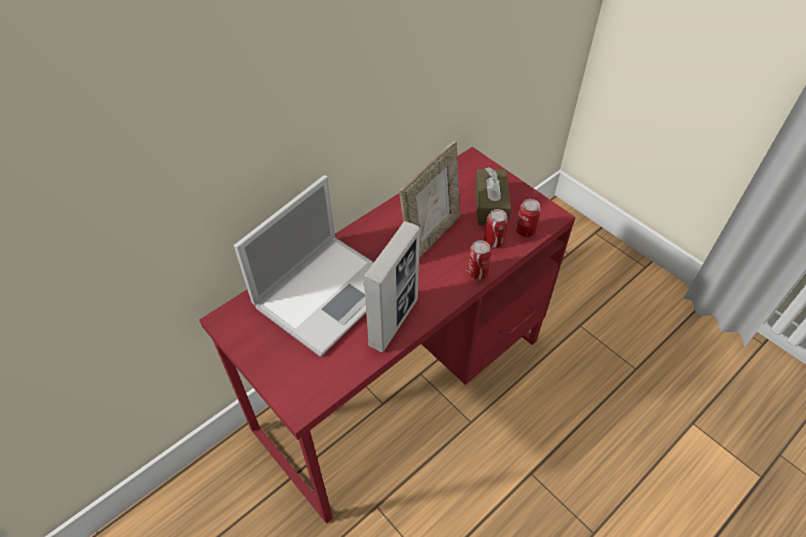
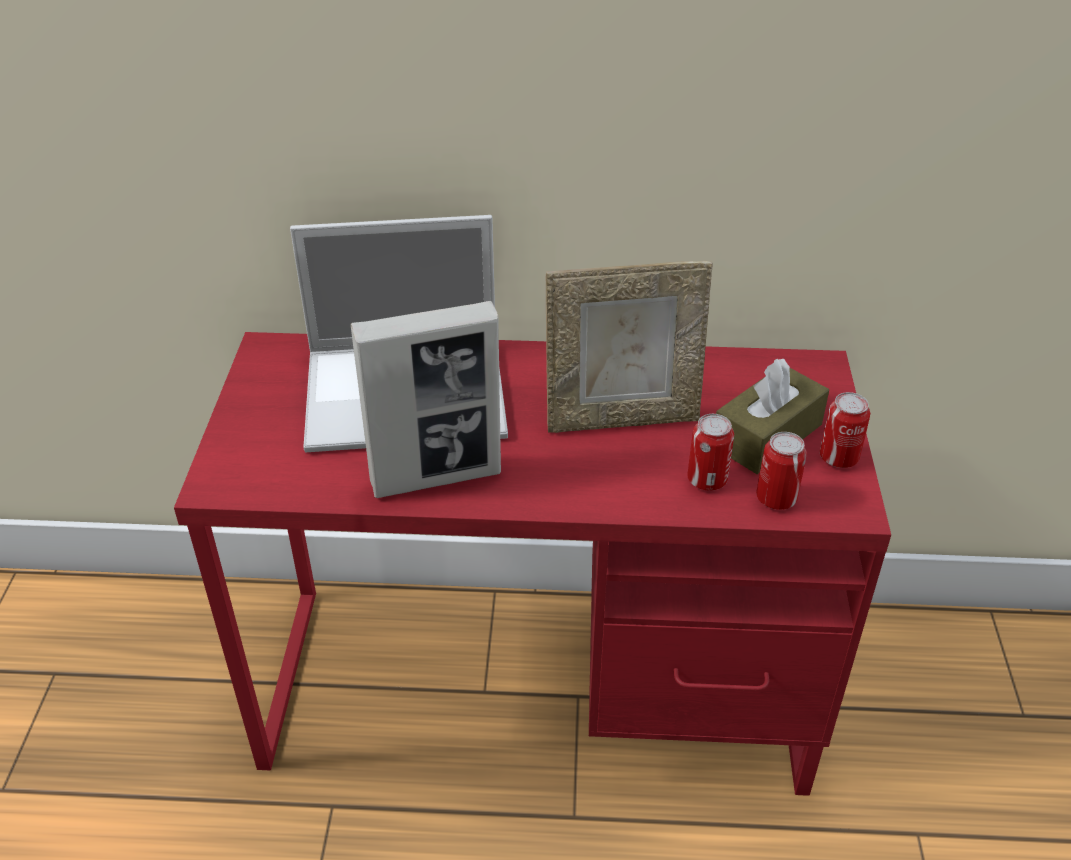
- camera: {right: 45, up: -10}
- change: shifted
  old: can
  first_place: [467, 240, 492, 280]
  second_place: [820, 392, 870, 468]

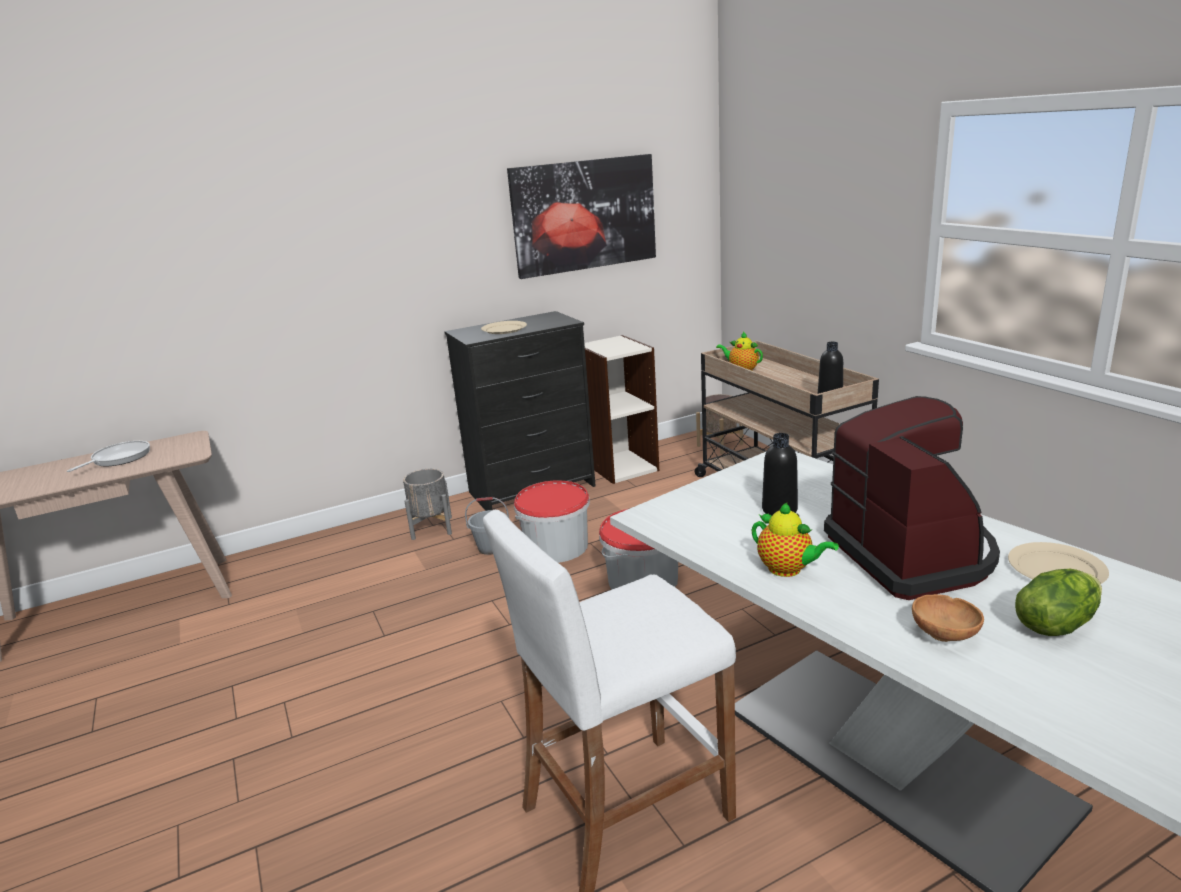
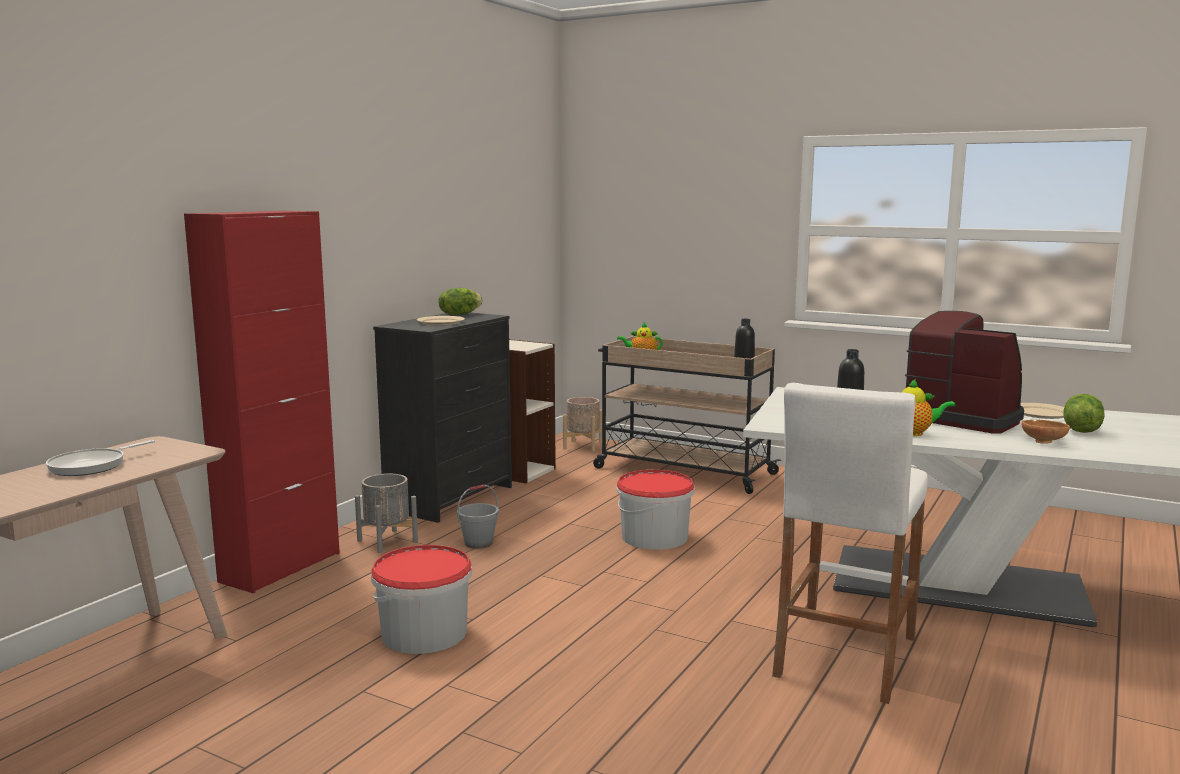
- camera: {right: -35, up: -10}
- change: gone
  old: picture
  first_place: [507, 154, 656, 279]
- change: rotated
  old: frying pan
  first_place: [67, 441, 150, 472]
  second_place: [46, 440, 155, 476]
  degrees: -135
- change: shifted
  old: bucket
  first_place: [514, 480, 590, 563]
  second_place: [371, 545, 472, 654]
- change: new
  new: red cabinet
  second_place: [184, 211, 340, 593]
- change: new
  new: lettuce
  second_place: [439, 288, 483, 315]

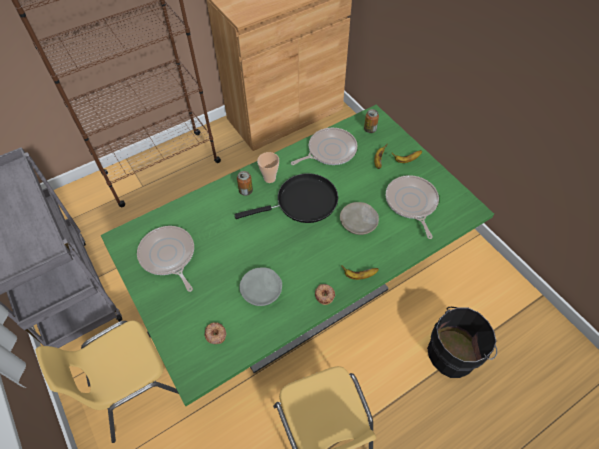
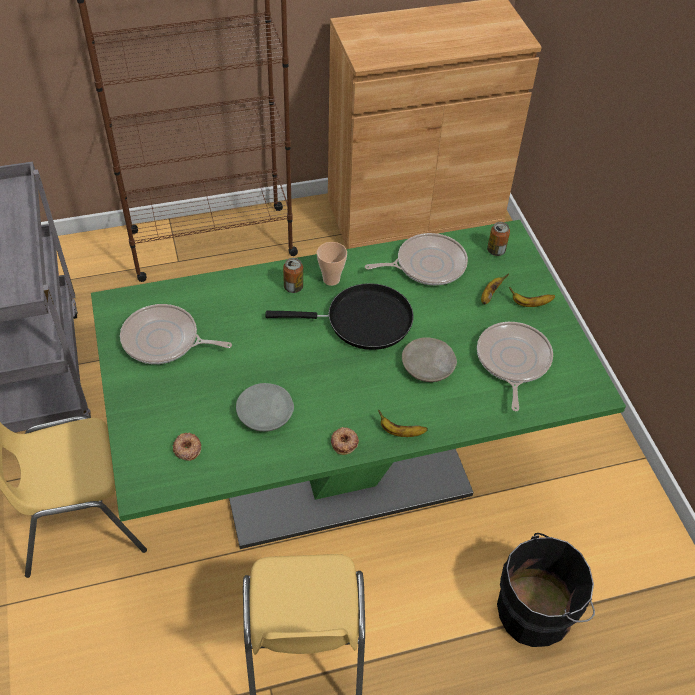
- camera: {right: 15, up: -5}
- change: rotated
  old: frying pan
  first_place: [137, 226, 194, 292]
  second_place: [120, 304, 232, 364]
  degrees: -60

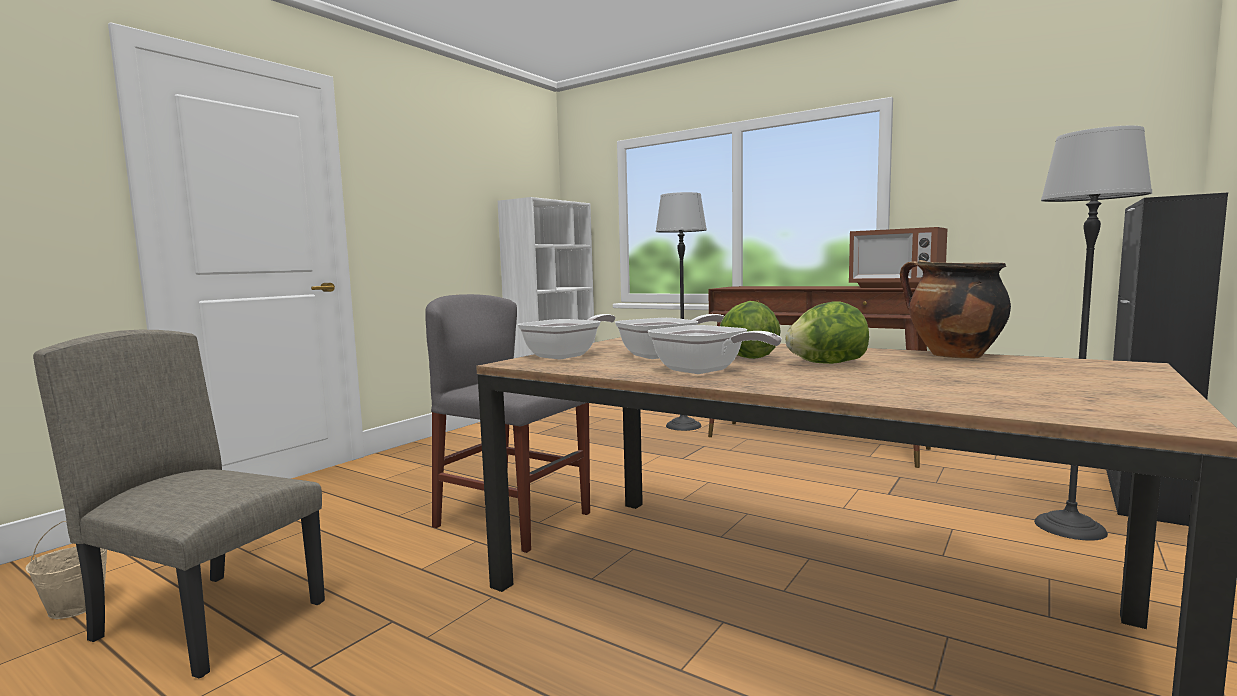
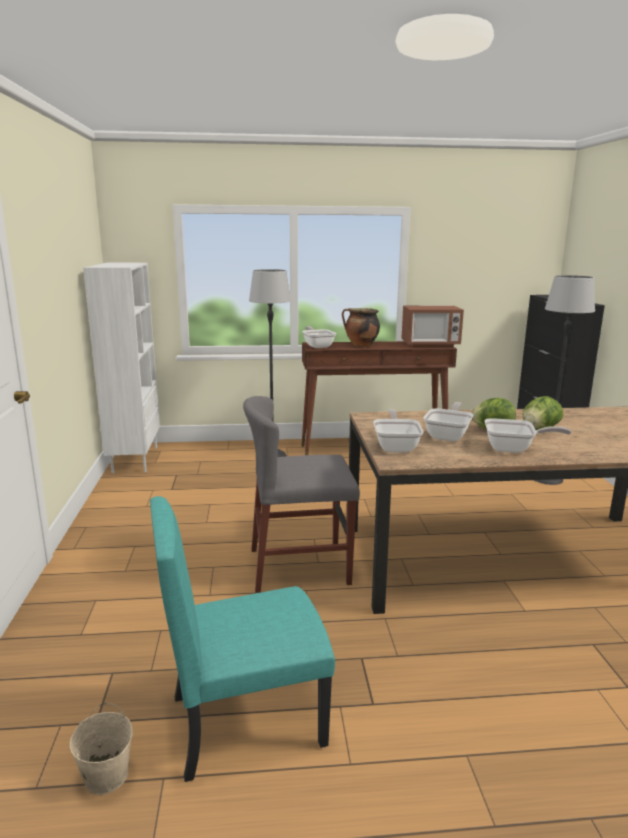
- camera: {right: -40, up: 10}
- change: shifted
  old: cooking pot
  first_place: [900, 260, 1011, 358]
  second_place: [342, 308, 380, 347]
- change: repainted
  old: beige chair
  new: turquoise chair
  first_place: [33, 330, 325, 678]
  second_place: [150, 496, 335, 782]
- change: new
  new: frying pan
  second_place: [302, 326, 336, 348]

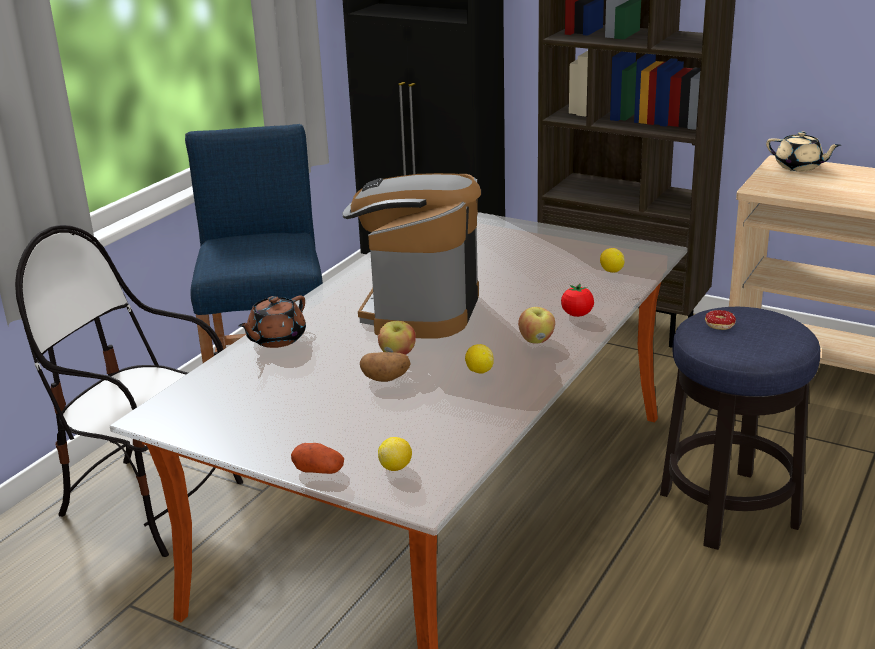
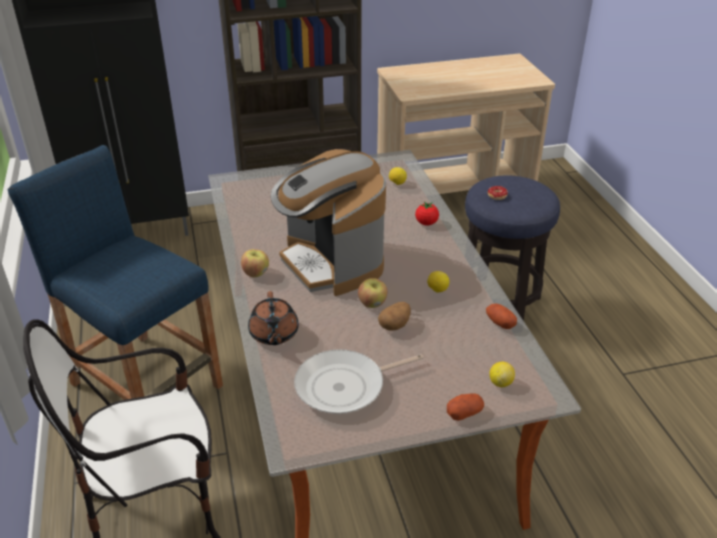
- camera: {right: -45, up: 10}
- change: gone
  old: beige teapot
  first_place: [766, 131, 841, 171]
- change: shifted
  old: apple
  first_place: [518, 307, 555, 344]
  second_place: [241, 249, 269, 277]
- change: new
  new: potato
  second_place: [486, 304, 517, 329]
- change: new
  new: frying pan
  second_place: [294, 349, 424, 414]

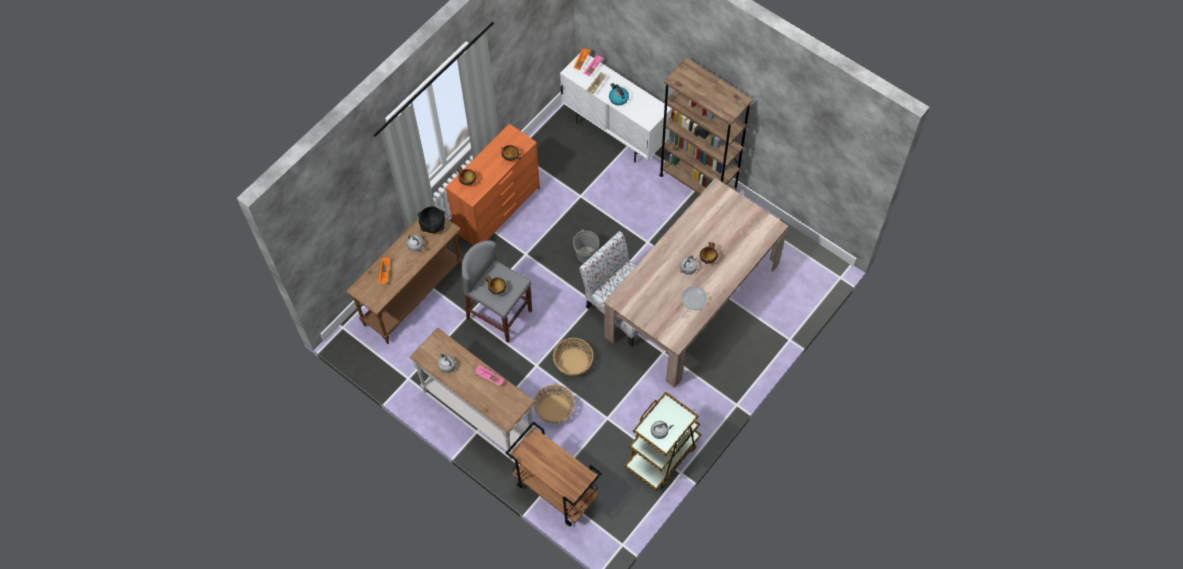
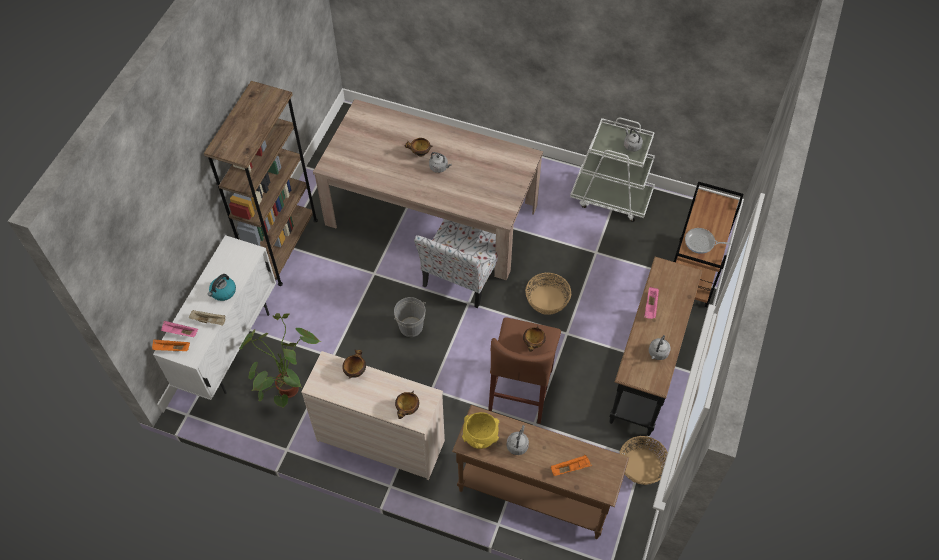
- camera: {right: -110, up: -5}
- change: repainted
  old: orange dresser
  new: beige dresser
  first_place: [445, 124, 540, 245]
  second_place: [301, 351, 445, 480]
- change: repainted
  old: black bowl
  new: yellow bowl
  first_place: [418, 206, 445, 233]
  second_place: [462, 412, 499, 449]
- change: repainted
  old: grey stool
  new: brown stool
  first_place: [461, 240, 532, 343]
  second_place: [488, 317, 561, 424]
- change: shifted
  old: frying pan
  first_place: [681, 286, 707, 318]
  second_place: [685, 228, 731, 254]
- change: repainted
  old: white console table
  new: black console table
  first_place: [409, 328, 536, 459]
  second_place: [609, 257, 703, 436]
- change: shifted
  old: basket
  first_place: [533, 384, 575, 424]
  second_place: [619, 436, 668, 485]
- change: repainted
  old: brown cart
  new: white cart
  first_place: [625, 392, 701, 490]
  second_place: [570, 118, 655, 222]
- change: new
  new: potted plant
  second_place: [239, 313, 321, 407]

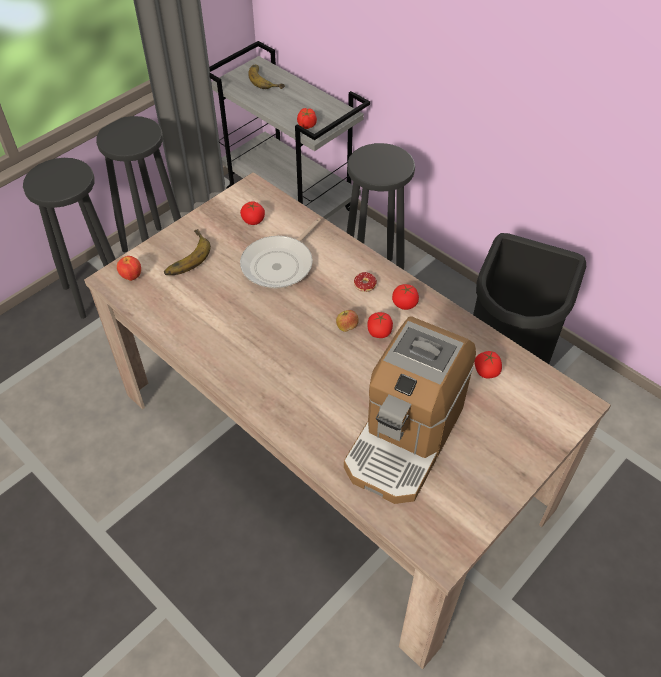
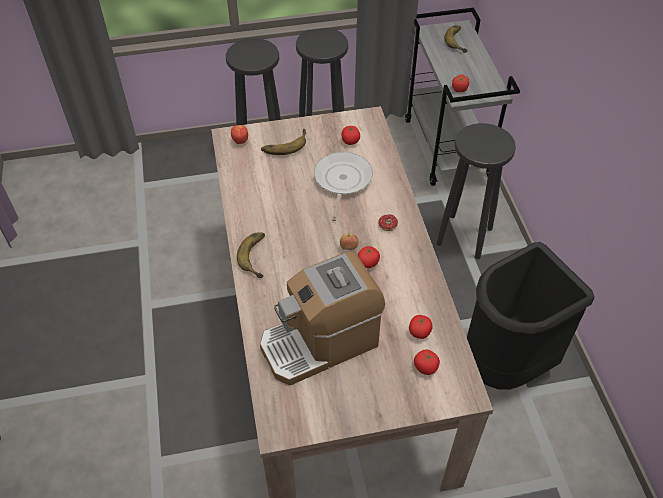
- camera: {right: 35, up: 0}
- change: rotated
  old: frying pan
  first_place: [240, 218, 321, 288]
  second_place: [314, 152, 373, 221]
  degrees: 120
- change: shifted
  old: tomato
  first_place: [392, 284, 419, 310]
  second_place: [414, 350, 440, 375]
- change: new
  new: banana
  second_place: [237, 232, 265, 278]

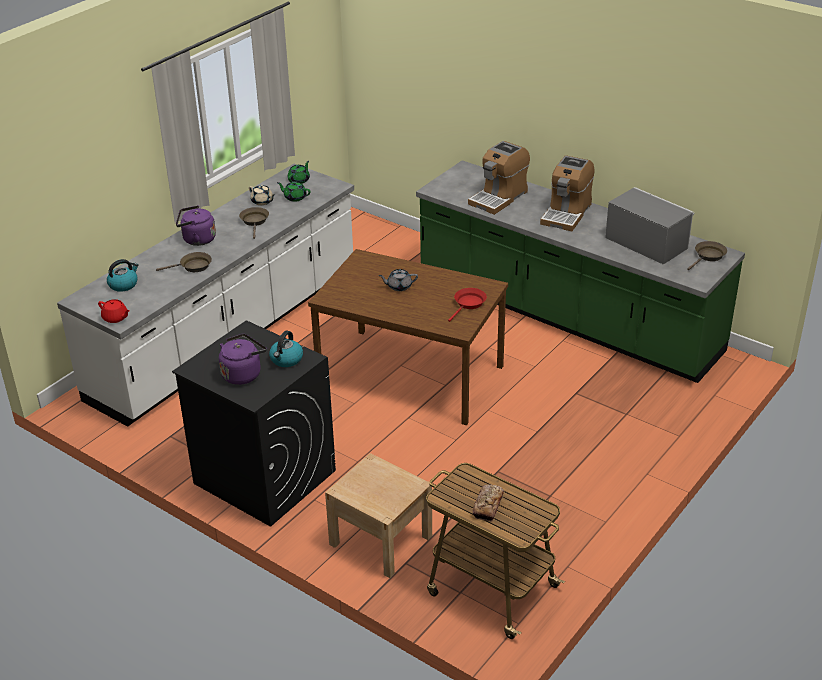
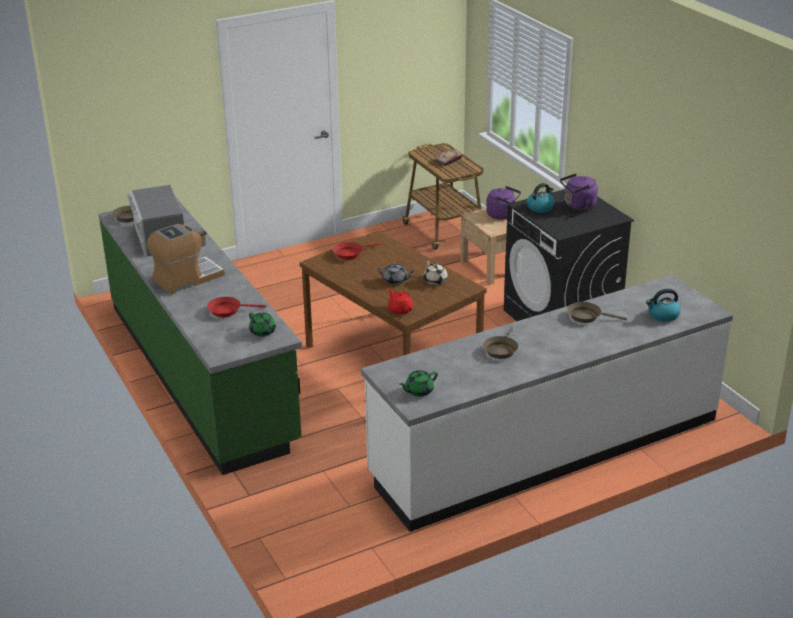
- camera: {right: -155, up: -5}
- change: swapped
  old: coffee machine
  new: red frying pan
  first_place: [468, 141, 530, 215]
  second_place: [207, 297, 266, 318]
- change: shifted
  old: green teapot
  first_place: [277, 182, 310, 202]
  second_place: [249, 313, 276, 337]
- change: shifted
  old: beige teapot
  first_place: [249, 185, 275, 205]
  second_place: [423, 259, 448, 285]
- change: shifted
  old: purple kettle
  first_place: [176, 206, 216, 246]
  second_place: [486, 186, 521, 220]
- change: shifted
  old: red teapot
  first_place: [98, 299, 130, 323]
  second_place: [388, 288, 413, 314]

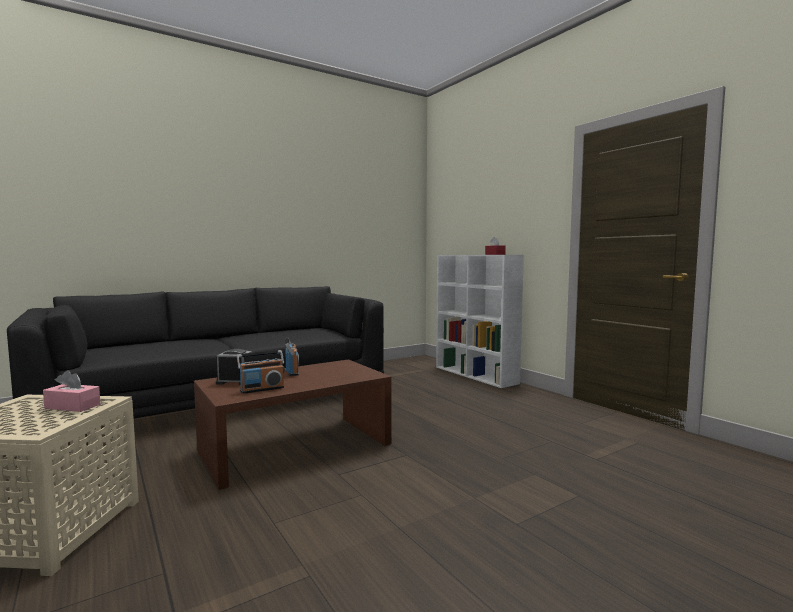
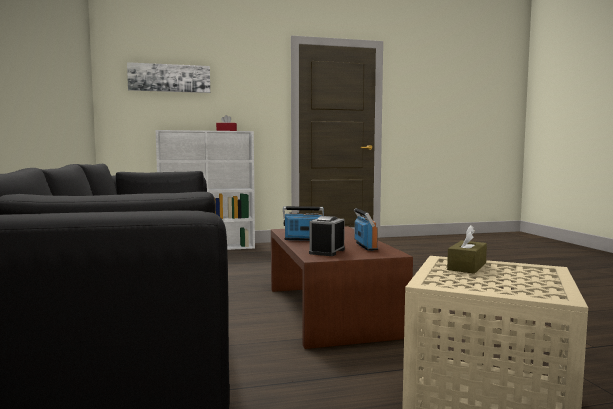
- camera: {right: -70, up: 0}
- change: repainted
  old: pink tissue box
  new: brown tissue box
  first_place: [43, 370, 100, 412]
  second_place: [447, 225, 487, 274]
- change: new
  new: picture
  second_place: [127, 62, 210, 93]

